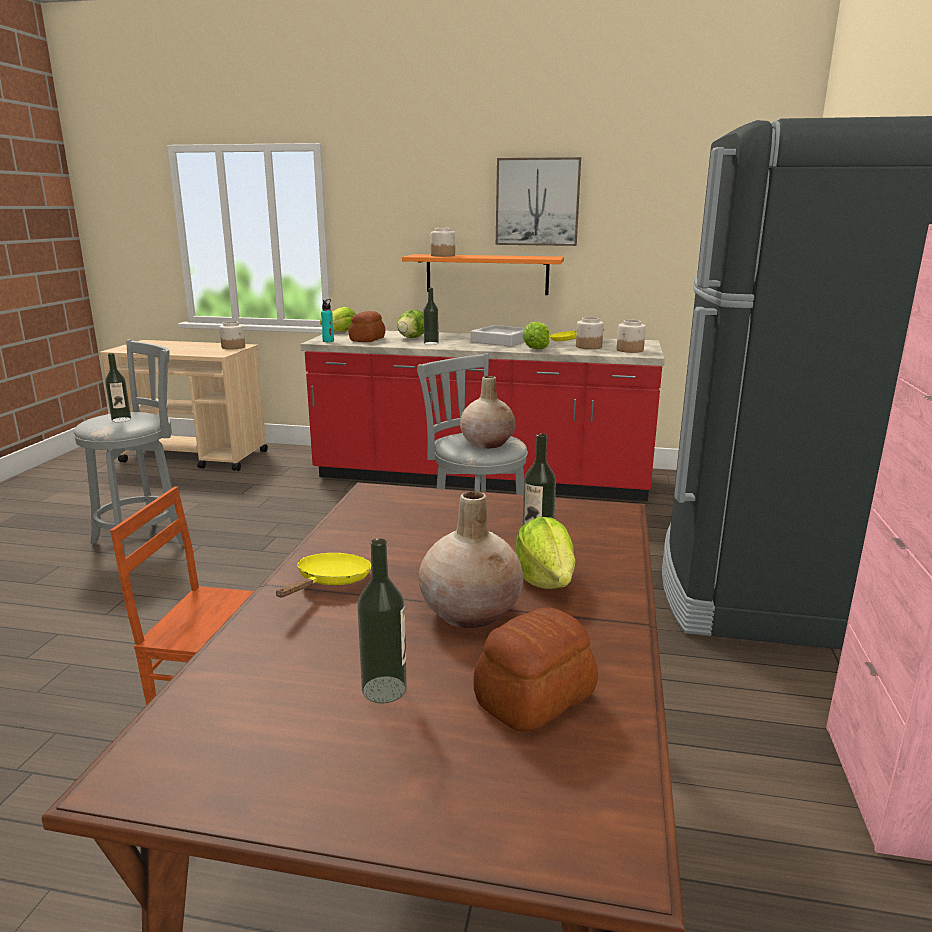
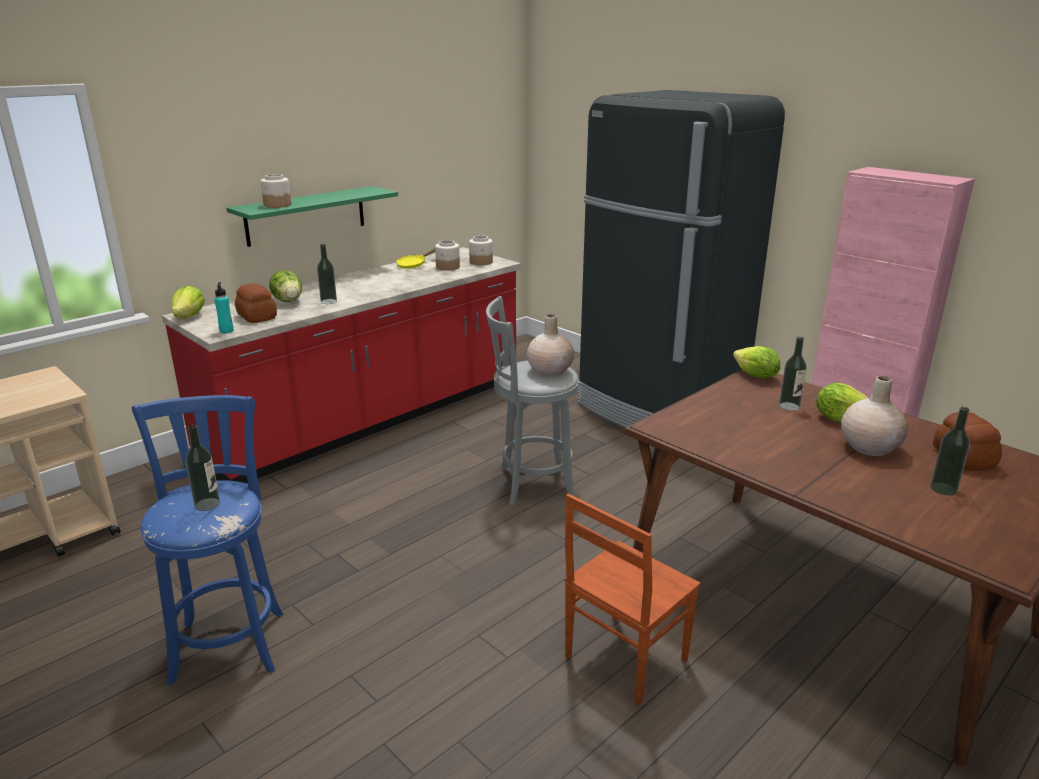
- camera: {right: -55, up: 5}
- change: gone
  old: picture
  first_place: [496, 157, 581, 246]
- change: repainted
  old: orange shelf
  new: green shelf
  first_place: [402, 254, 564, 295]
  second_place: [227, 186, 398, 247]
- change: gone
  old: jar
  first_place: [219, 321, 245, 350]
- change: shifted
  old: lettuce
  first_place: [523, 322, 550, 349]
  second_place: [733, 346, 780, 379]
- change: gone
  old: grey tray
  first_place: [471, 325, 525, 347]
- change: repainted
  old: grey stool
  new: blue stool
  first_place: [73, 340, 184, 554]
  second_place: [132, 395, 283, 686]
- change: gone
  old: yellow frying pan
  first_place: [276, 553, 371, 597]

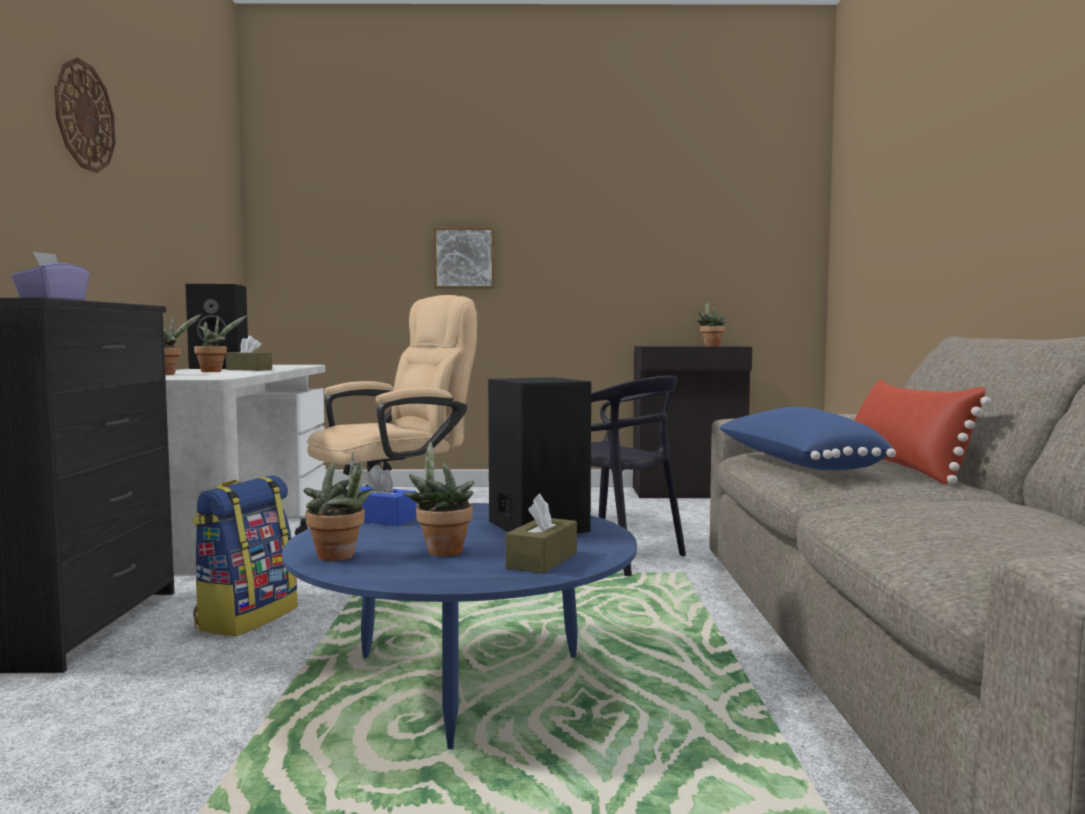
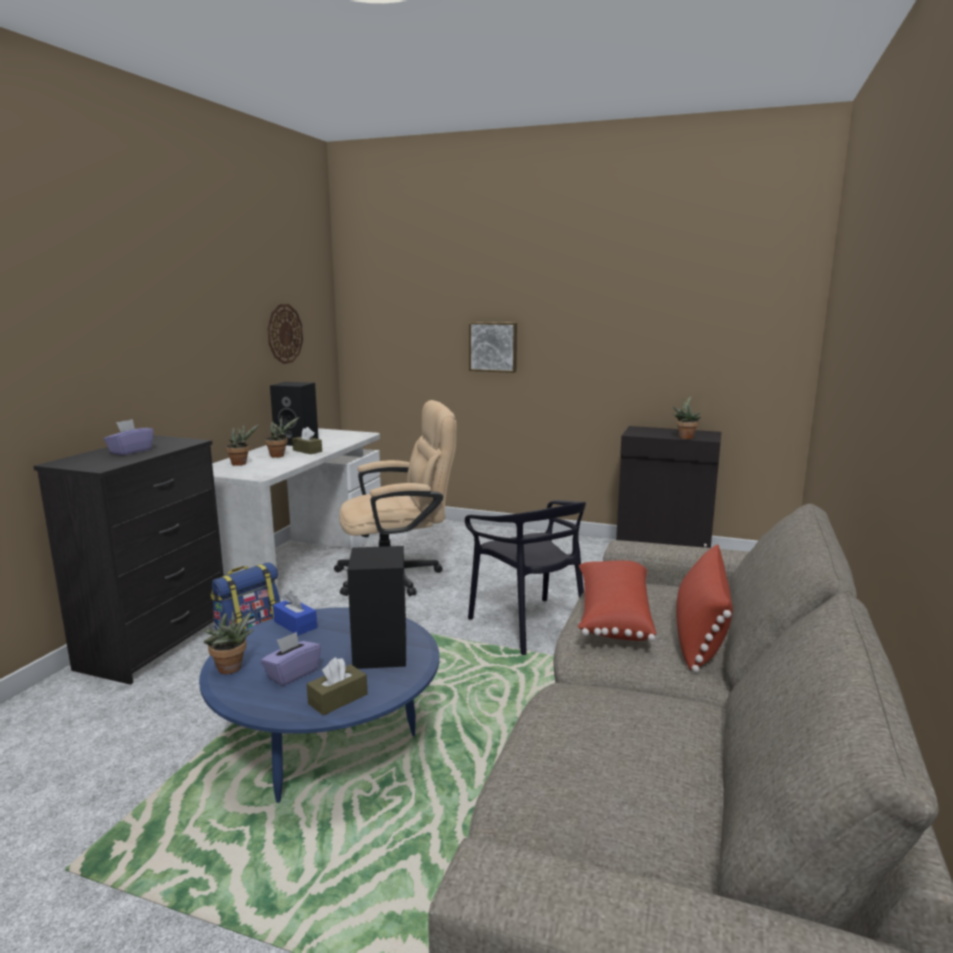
- camera: {right: 20, up: 10}
- change: shifted
  old: wall clock
  first_place: [54, 57, 116, 173]
  second_place: [267, 304, 303, 364]
- change: repainted
  old: blue pillow
  new: red pillow
  first_place: [719, 407, 896, 470]
  second_place: [578, 560, 656, 641]
- change: swapped
  old: potted plant
  new: purple tissue box
  first_place: [403, 442, 474, 556]
  second_place: [261, 632, 321, 686]

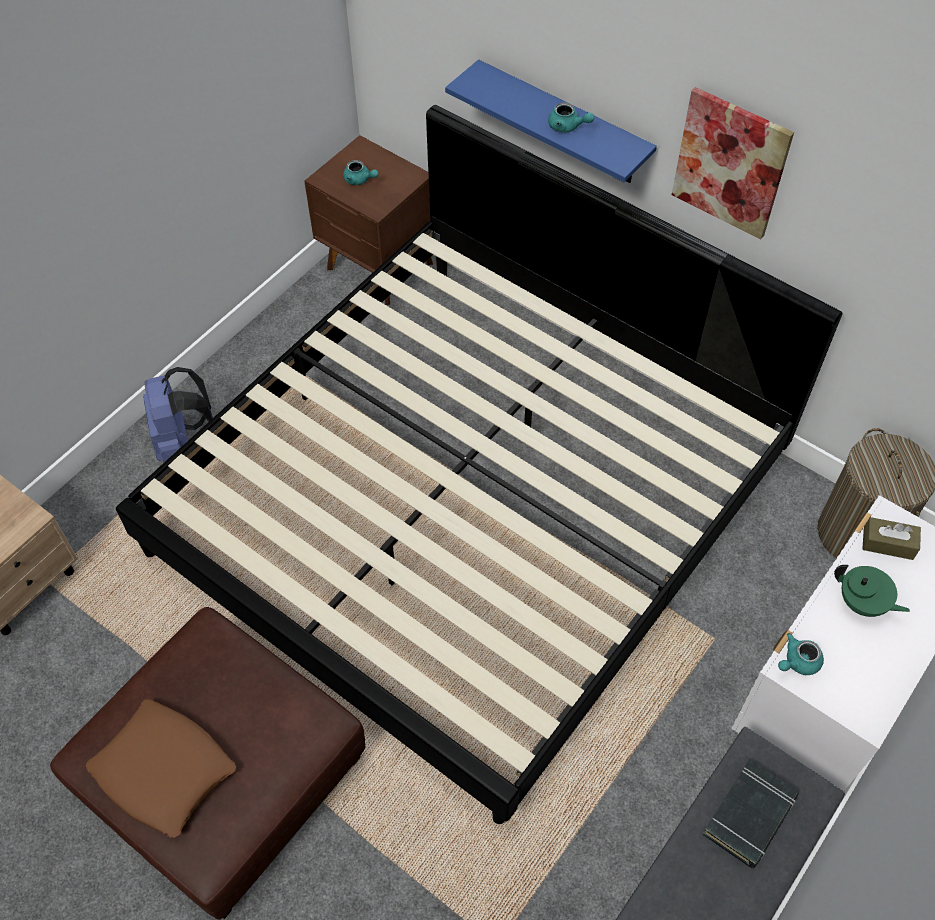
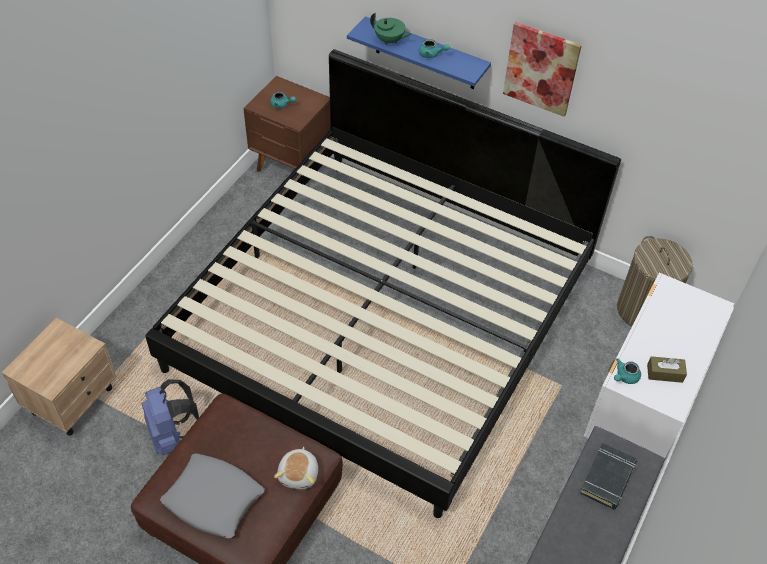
- camera: {right: -10, up: -5}
- change: shifted
  old: blue backpack
  first_place: [143, 367, 213, 462]
  second_place: [142, 379, 199, 455]
- change: shifted
  old: brown tissue box
  first_place: [862, 517, 921, 560]
  second_place: [647, 356, 687, 383]
- change: shifted
  old: green teapot
  first_place: [834, 565, 910, 617]
  second_place: [370, 13, 412, 45]
- change: repainted
  old: brown pillow
  new: grey pillow
  first_place: [86, 699, 237, 838]
  second_place: [160, 453, 265, 538]
- change: new
  new: plush toy
  second_place: [274, 447, 318, 489]

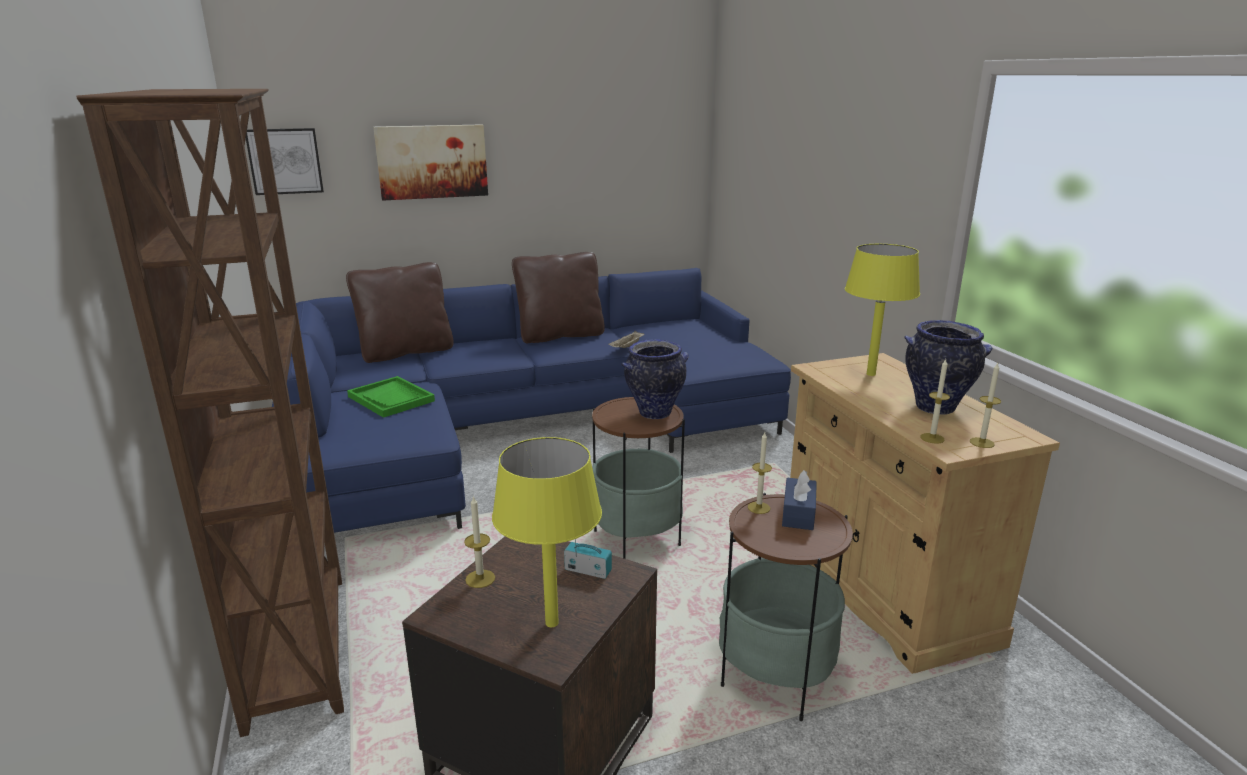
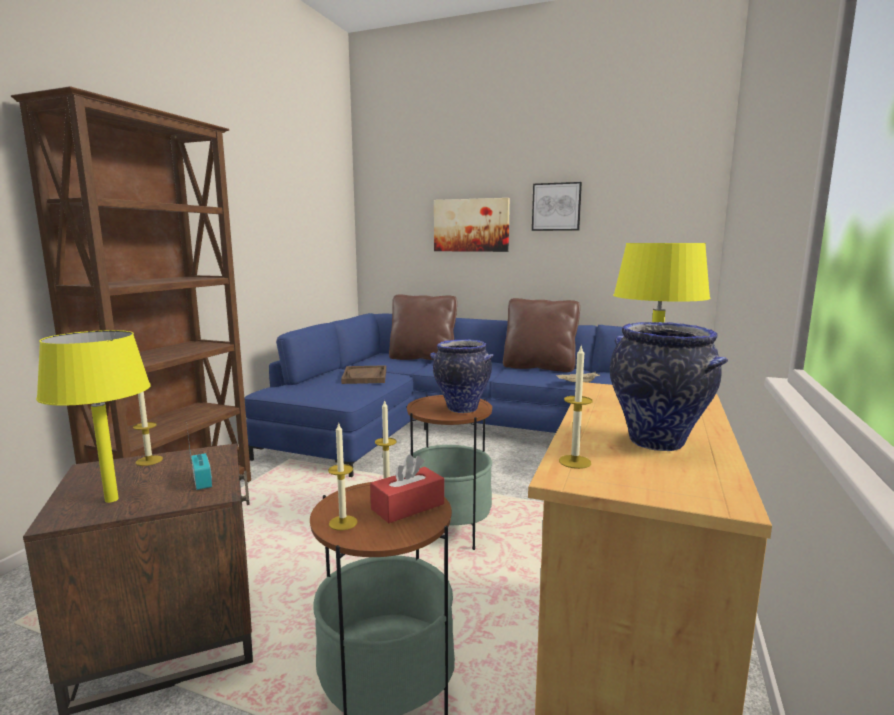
- camera: {right: 40, up: -10}
- change: shifted
  old: picture
  first_place: [246, 128, 324, 195]
  second_place: [532, 182, 582, 231]
- change: shifted
  old: candle
  first_place: [970, 363, 1001, 448]
  second_place: [328, 422, 358, 530]
- change: repainted
  old: green tray
  new: brown tray
  first_place: [347, 376, 435, 418]
  second_place: [341, 365, 386, 384]
- change: repainted
  old: blue tissue box
  new: red tissue box
  first_place: [782, 470, 817, 530]
  second_place: [370, 455, 444, 523]

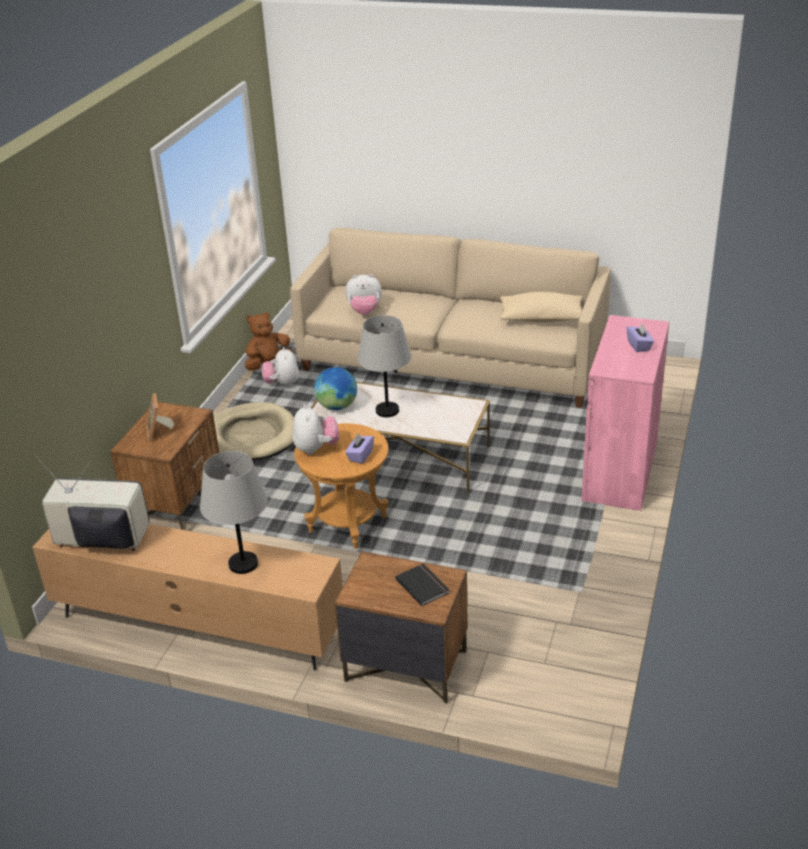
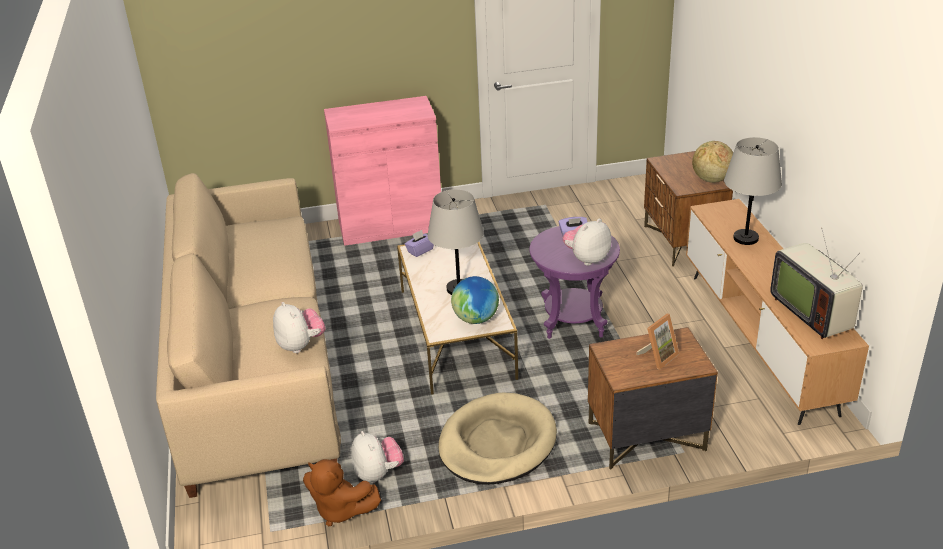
- camera: {right: -120, up: 0}
- change: gone
  old: beige pillow
  first_place: [500, 292, 583, 322]
- change: shifted
  old: purple tissue box
  first_place: [627, 323, 654, 352]
  second_place: [405, 230, 434, 257]
- change: rotated
  old: plush toy
  first_place: [262, 347, 299, 387]
  second_place: [351, 431, 404, 483]
  degrees: -75
- change: repainted
  old: brown side table
  new: purple side table
  first_place: [294, 423, 389, 549]
  second_place: [530, 226, 620, 339]
- change: gone
  old: black book
  first_place: [395, 564, 449, 606]
- change: new
  new: globe
  second_place: [692, 141, 733, 183]

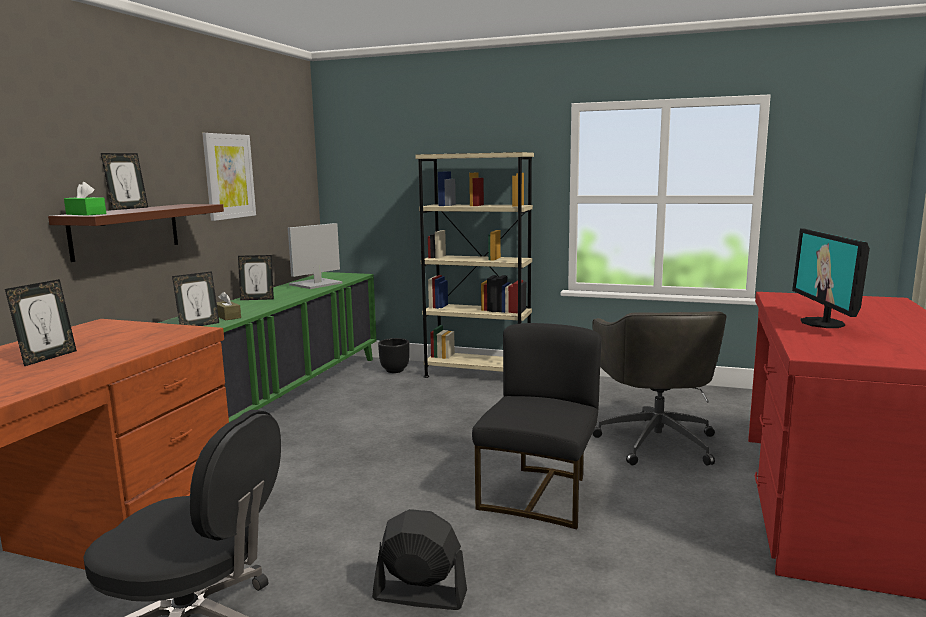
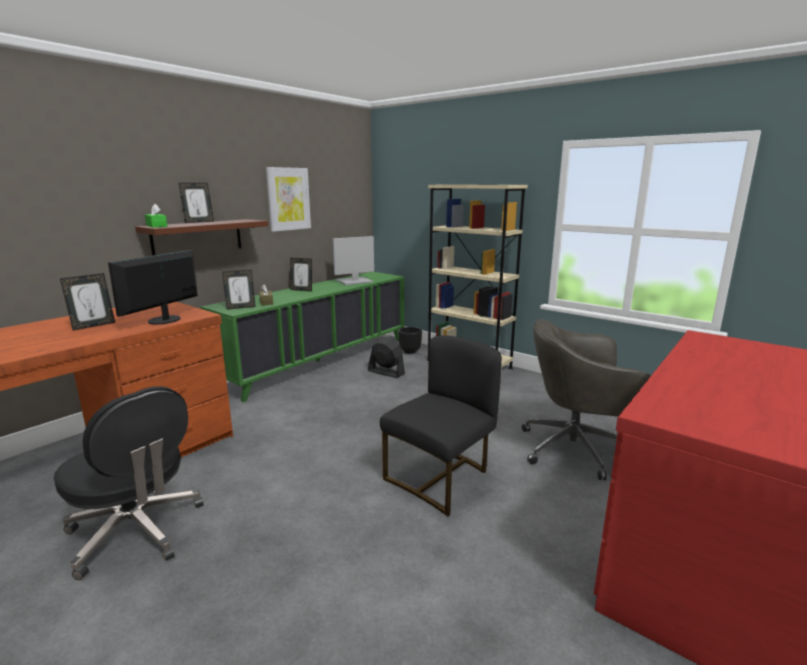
- camera: {right: 20, up: 5}
- change: shifted
  old: monitor
  first_place: [792, 228, 870, 328]
  second_place: [108, 250, 198, 325]
- change: rotated
  old: grey office chair
  first_place: [592, 311, 727, 465]
  second_place: [522, 319, 651, 480]
  degrees: 75
- change: shifted
  old: black fan
  first_place: [372, 509, 467, 610]
  second_place: [368, 336, 405, 378]

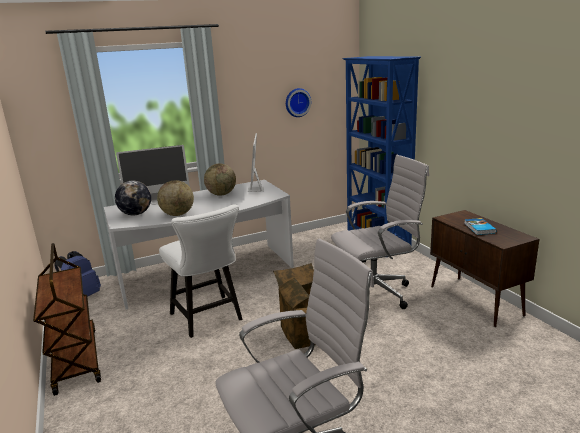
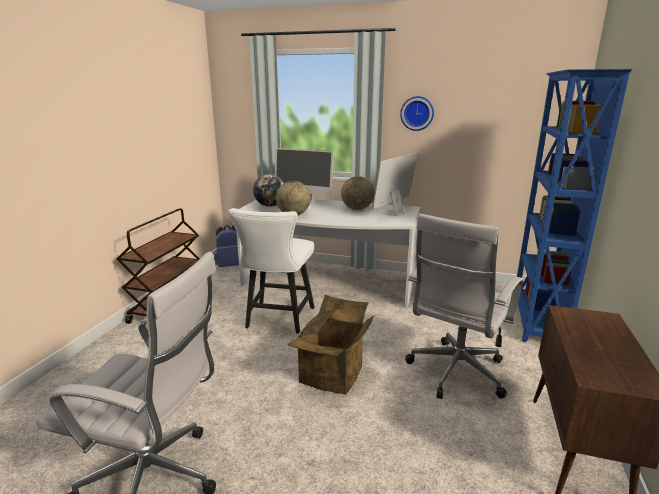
- camera: {right: 40, up: 0}
- change: shifted
  old: wall clock
  first_place: [286, 88, 311, 117]
  second_place: [400, 96, 434, 131]
- change: rotated
  old: white office chair
  first_place: [331, 155, 429, 309]
  second_place: [405, 214, 523, 399]
  degrees: 105
- change: gone
  old: book
  first_place: [464, 218, 496, 235]

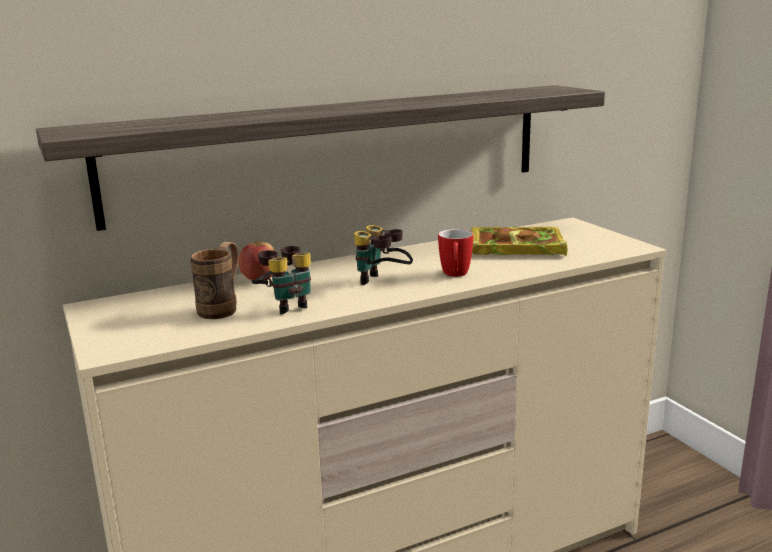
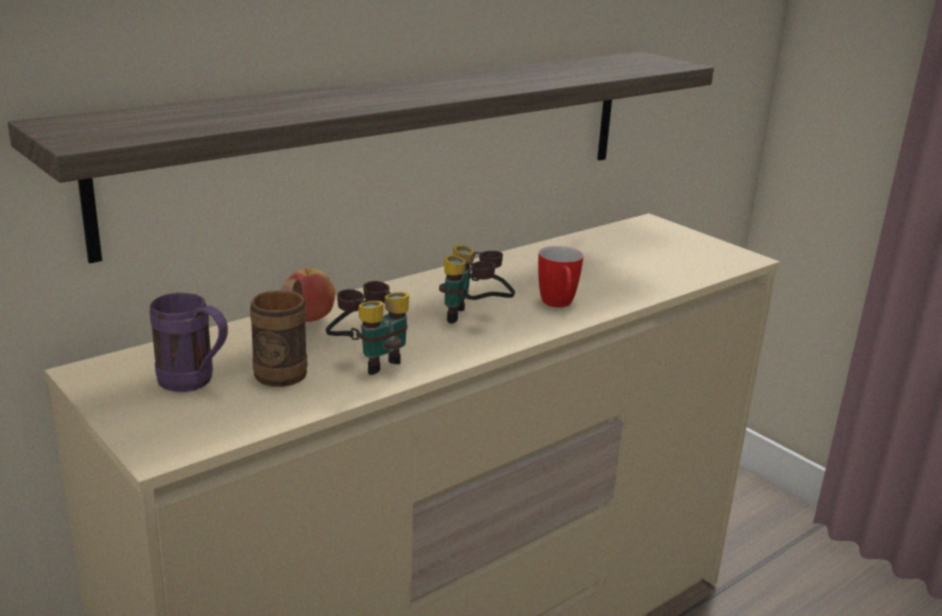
- camera: {right: -15, up: 5}
- change: gone
  old: book
  first_place: [471, 226, 568, 256]
- change: new
  new: purple mug
  second_place: [150, 293, 228, 392]

